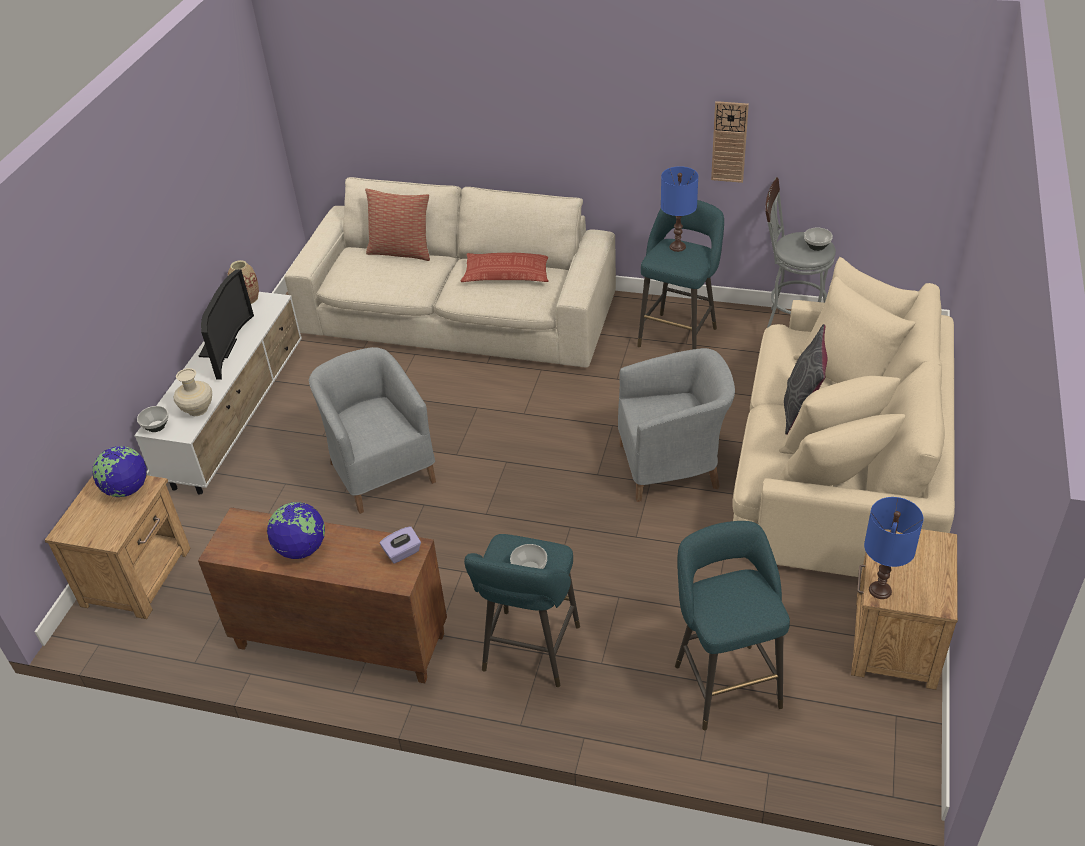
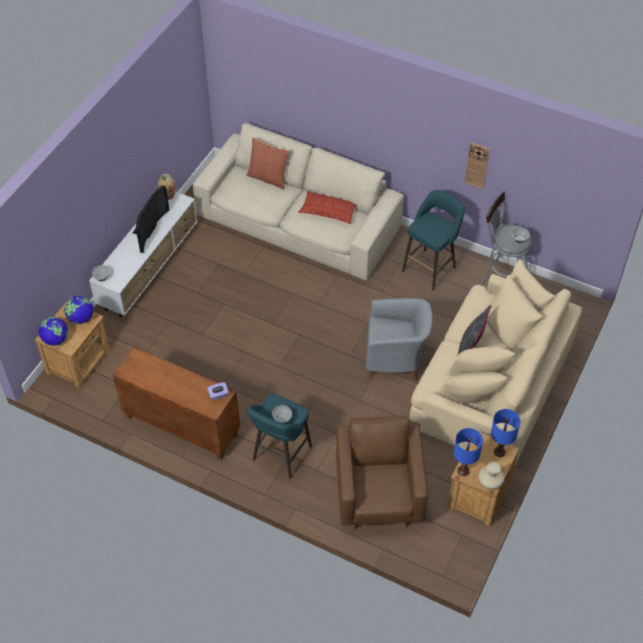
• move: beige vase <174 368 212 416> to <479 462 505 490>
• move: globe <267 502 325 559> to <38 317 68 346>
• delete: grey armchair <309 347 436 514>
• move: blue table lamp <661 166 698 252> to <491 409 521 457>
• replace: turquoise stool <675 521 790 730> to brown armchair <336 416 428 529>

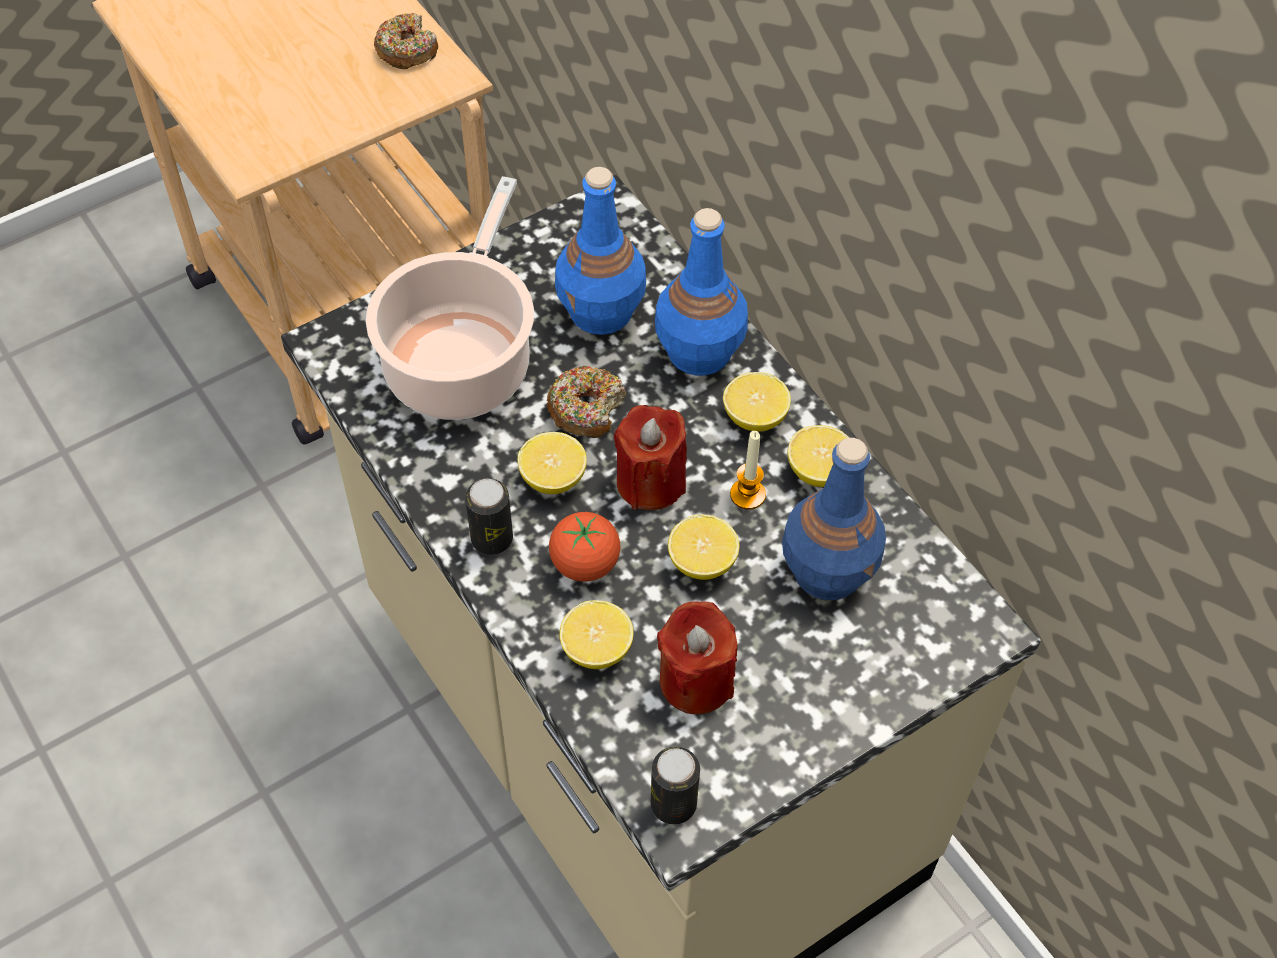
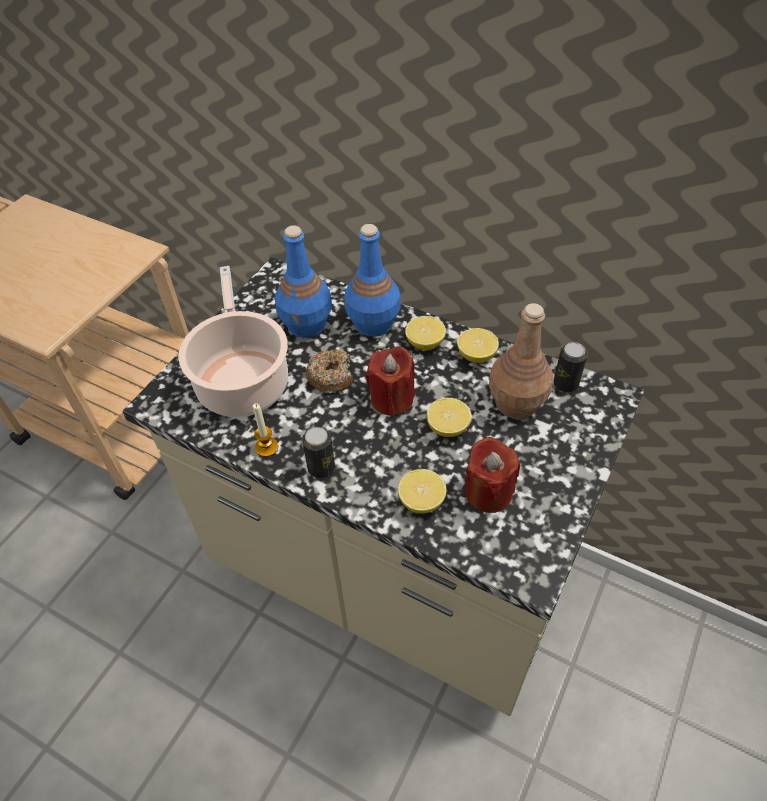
• delete: donut <374 13 438 69>
• delete: lemon <517 432 587 494>
• delete: tomato <549 512 620 582>
• move: can <650 747 700 825> to <553 342 588 392>
• move: candle <730 431 766 509> to <253 403 278 457>
• recolor: blue bottle <782 438 886 600> to brown bottle <489 303 553 419>

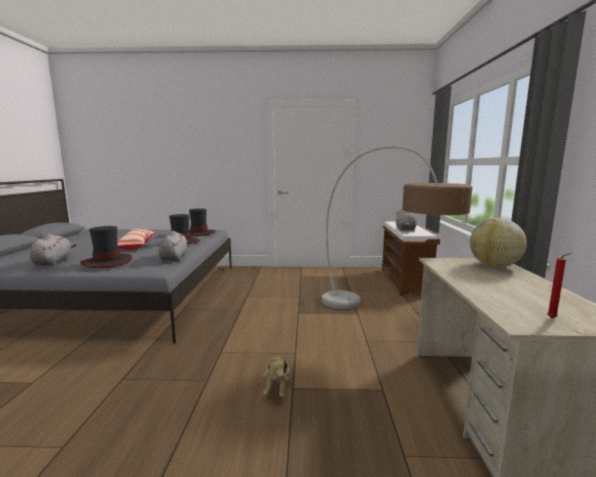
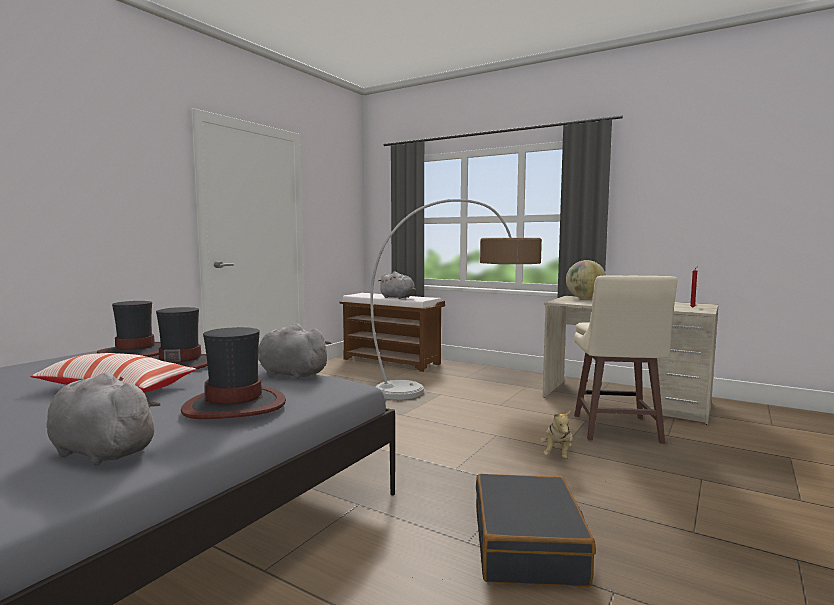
• rotate: plush toy <263 353 290 397> = <541 410 573 459> 75 degrees clockwise
• insert: black suitcase <476 474 596 587>
• insert: beige stool <574 275 678 444>

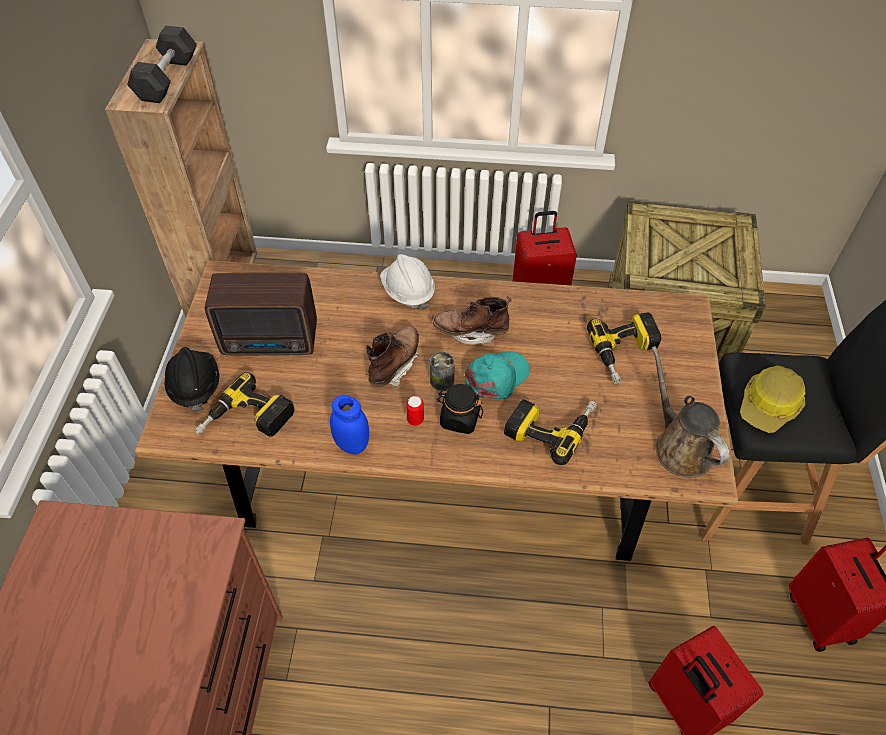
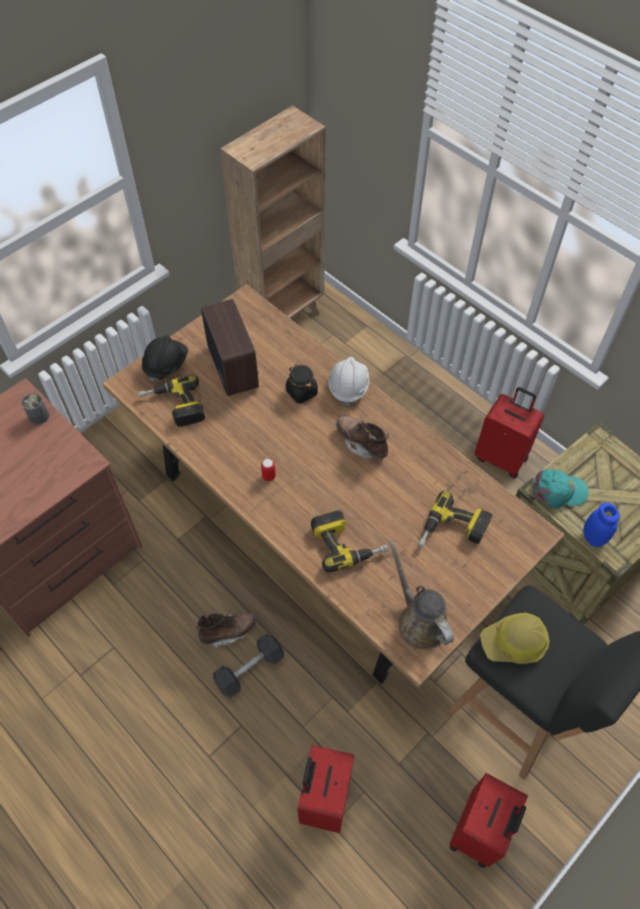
• move: grey dumbbell <127 26 197 103> to <213 634 284 697>
• rotate: radio <205 272 317 355> = <201 299 259 396> 150 degrees counterclockwise
• move: blue jar <330 395 369 455> to <583 502 620 547>
• move: brown boot <366 326 419 387> to <196 612 257 649>
• move: can <430 352 455 391> to <22 393 49 425>
• move: black jar <436 384 483 434> to <286 365 318 404>
• move: turquoise cap <465 351 530 400> to <532 469 589 509>
• rotate: brown watering can <652 346 730 478> = <389 540 454 650> 45 degrees counterclockwise

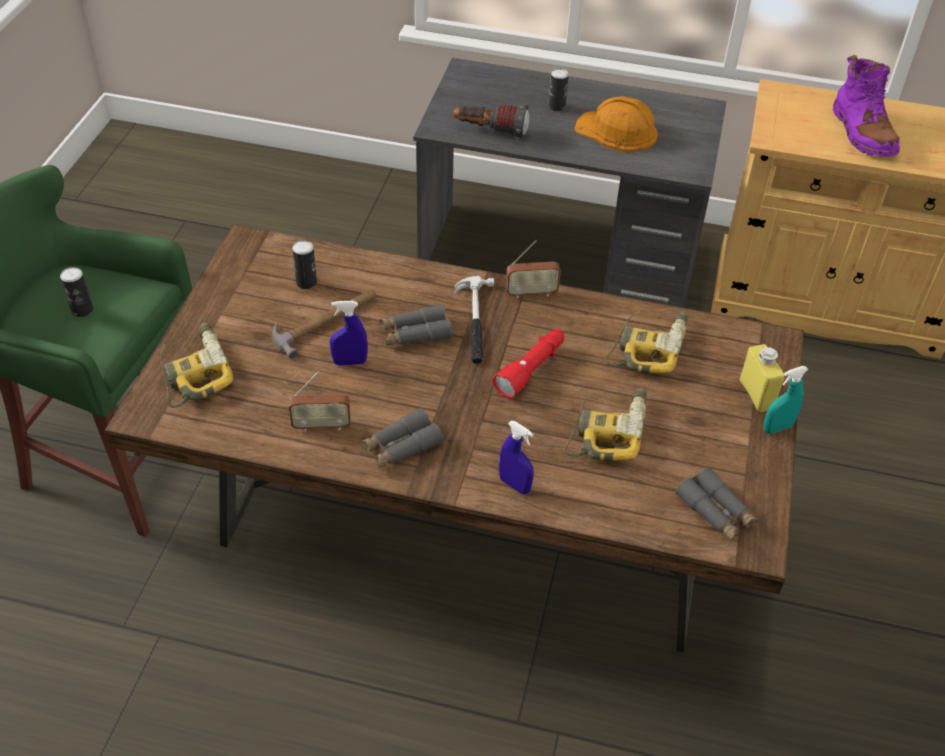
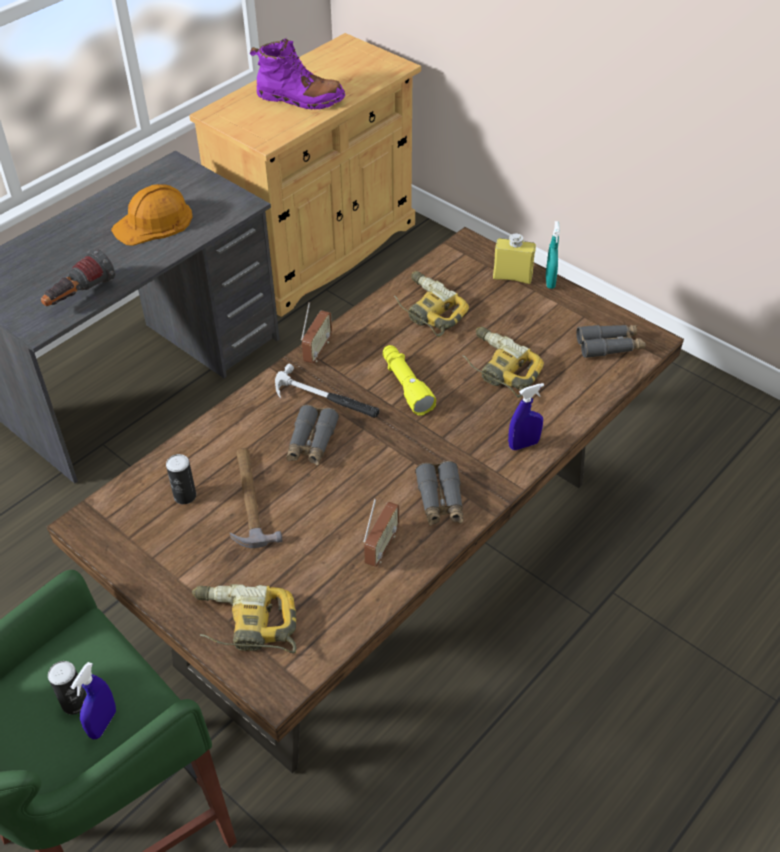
• move: blue spray bottle <330 301 368 366> to <71 662 116 739>
• recolor: red flashlight <493 329 564 399> to yellow flashlight <383 345 436 416>
• delete: can <548 68 569 112>

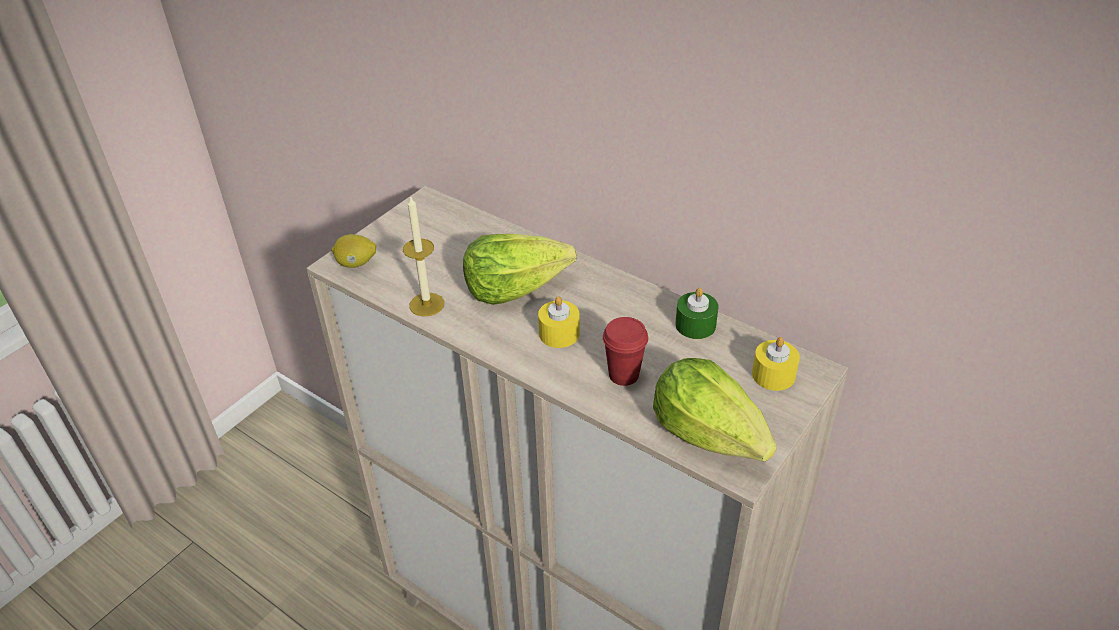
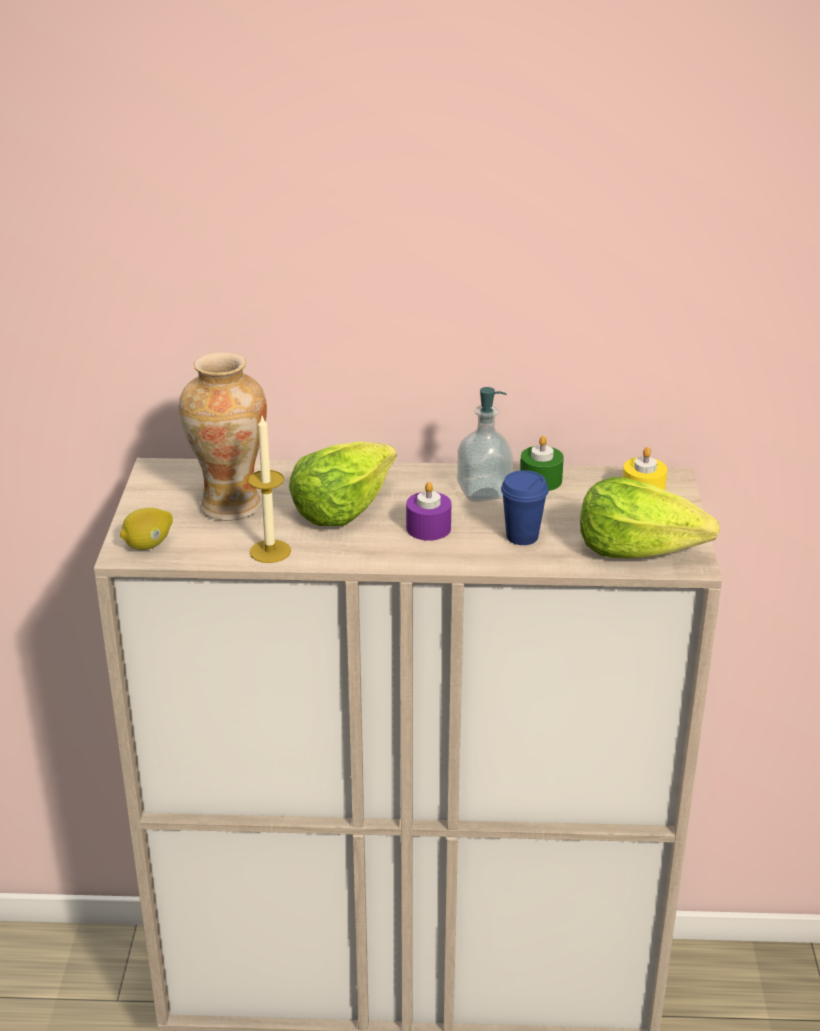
• recolor: yellow candle <538 296 580 348> to purple candle <406 482 451 541>
• recolor: red cup <603 317 648 386> to blue cup <501 470 549 545>
• insert: vase <179 352 267 521>
• insert: soap dispenser <457 387 513 502>

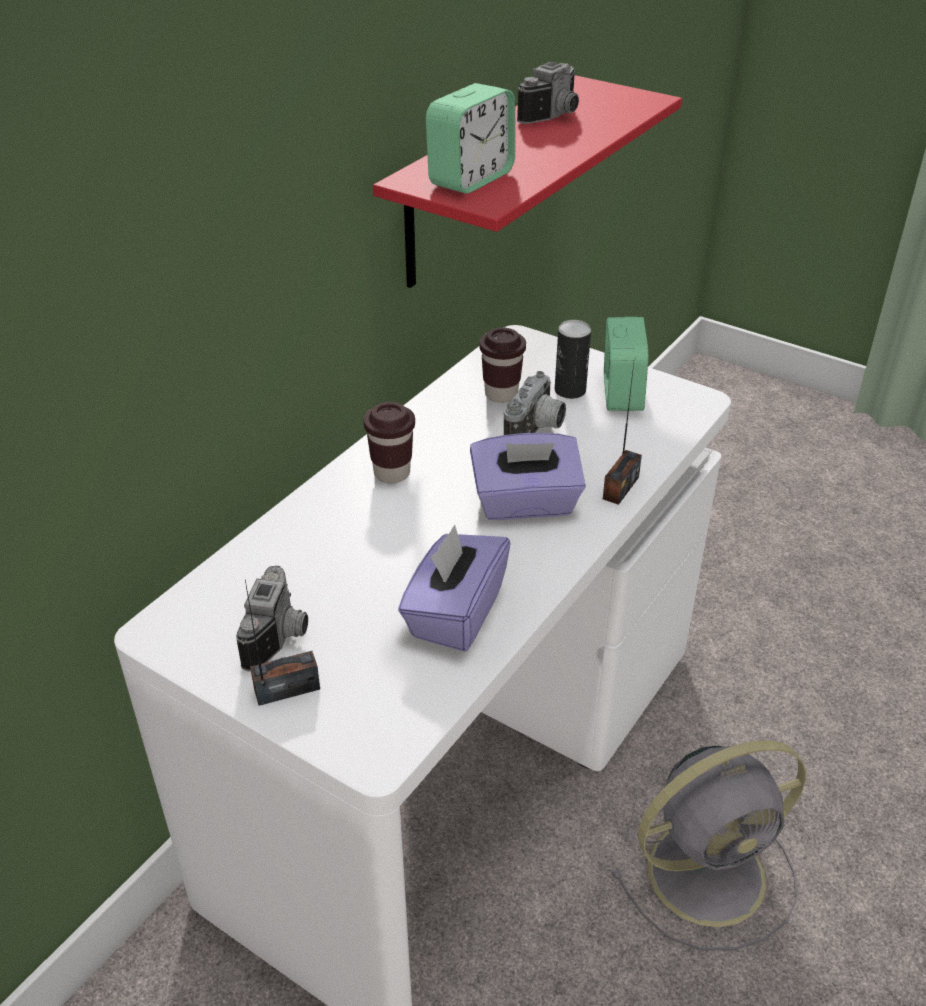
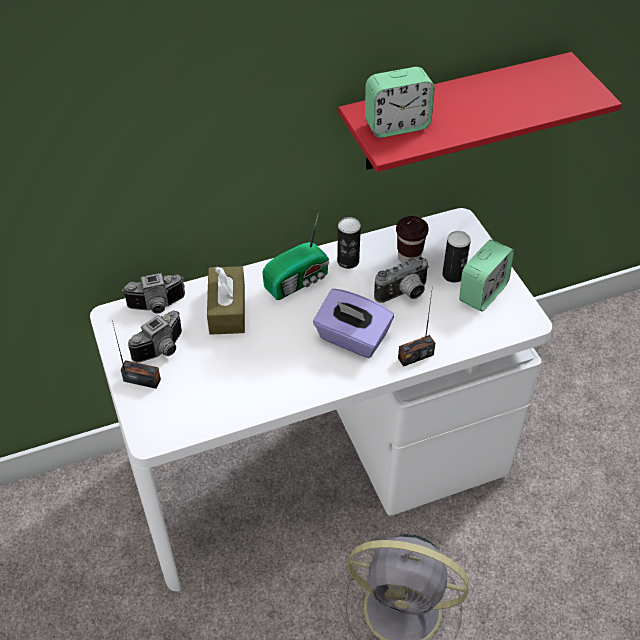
• replace: brown cup <363 402 415 483> to radio <262 215 329 300>
• delete: purple tissue box <398 525 511 652>
• move: photo camera <517 62 579 124> to <122 273 185 313>
• insert: brown tissue box <207 266 245 335>
• insert: can <337 217 361 269>

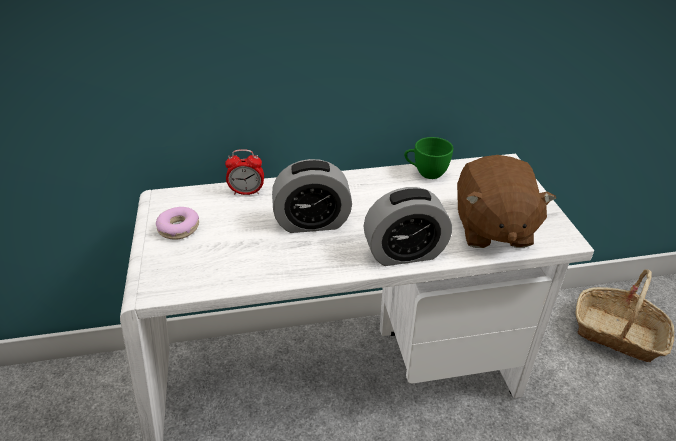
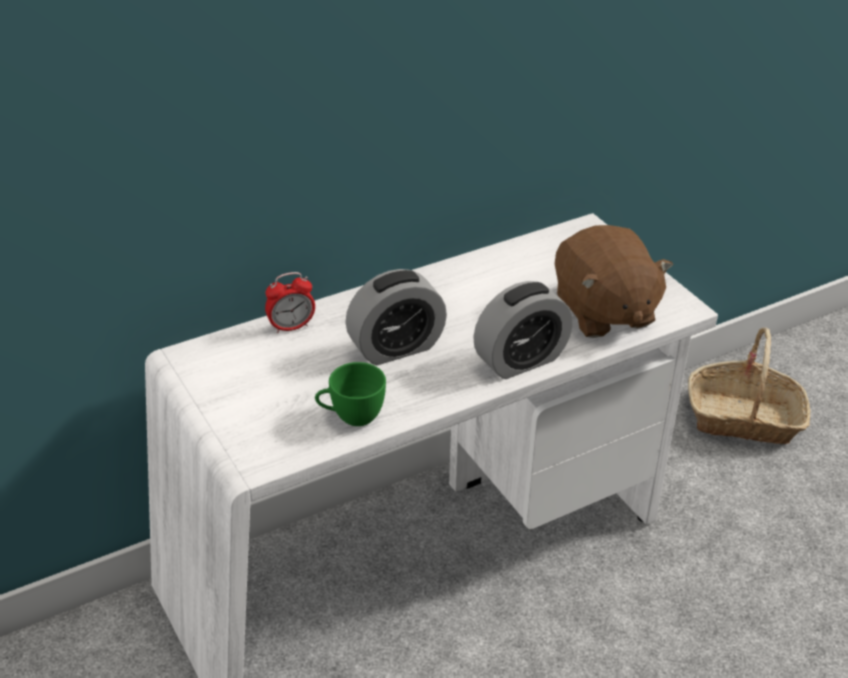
• delete: donut <156 207 199 240>
• move: green cup <404 137 453 179> to <315 362 386 426>

